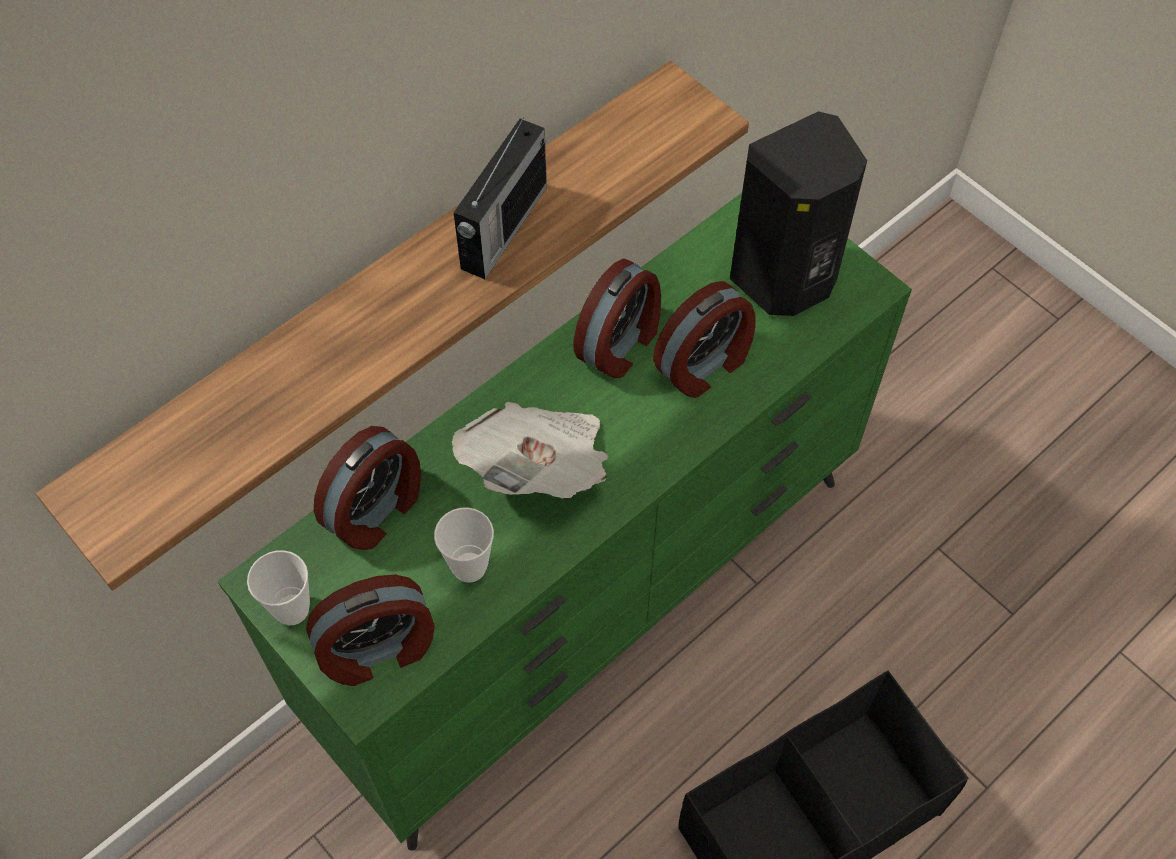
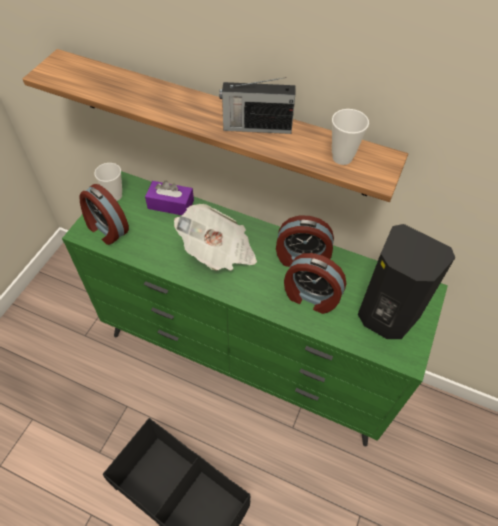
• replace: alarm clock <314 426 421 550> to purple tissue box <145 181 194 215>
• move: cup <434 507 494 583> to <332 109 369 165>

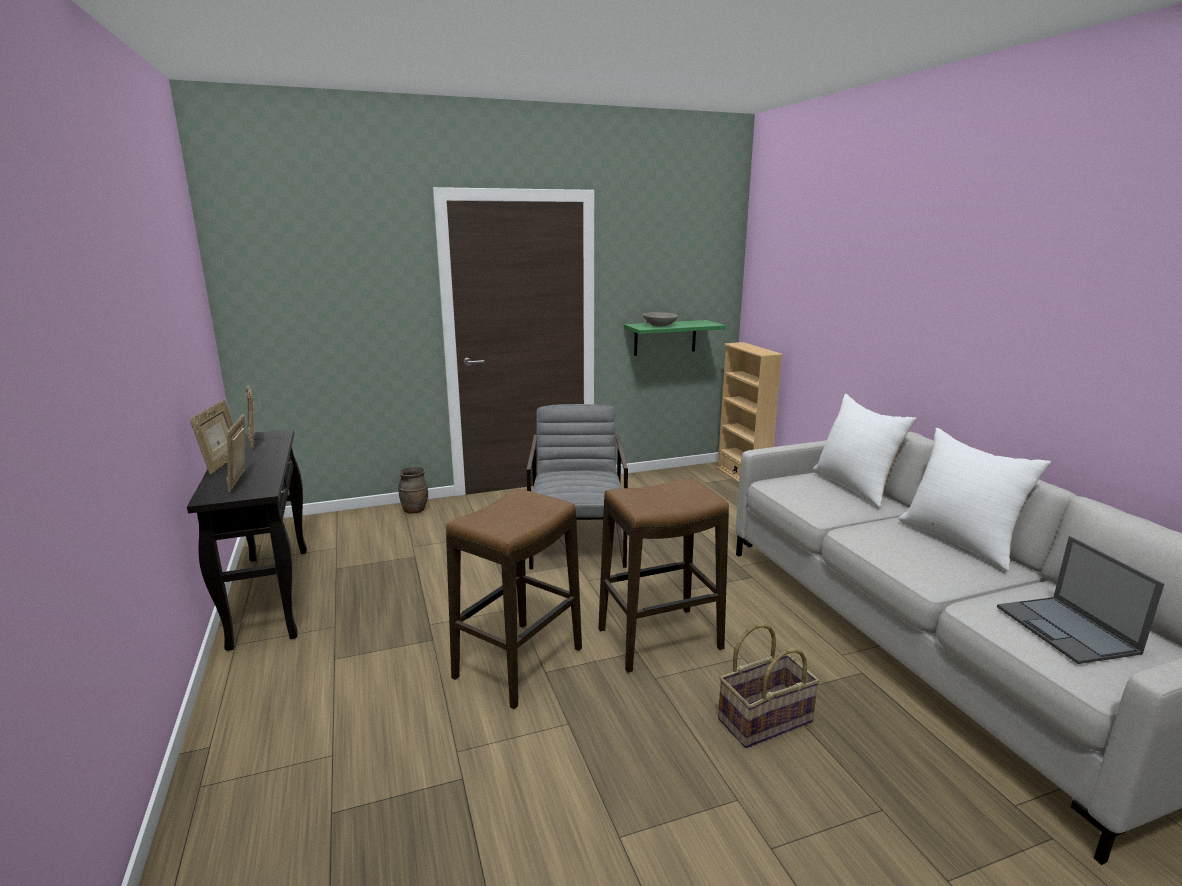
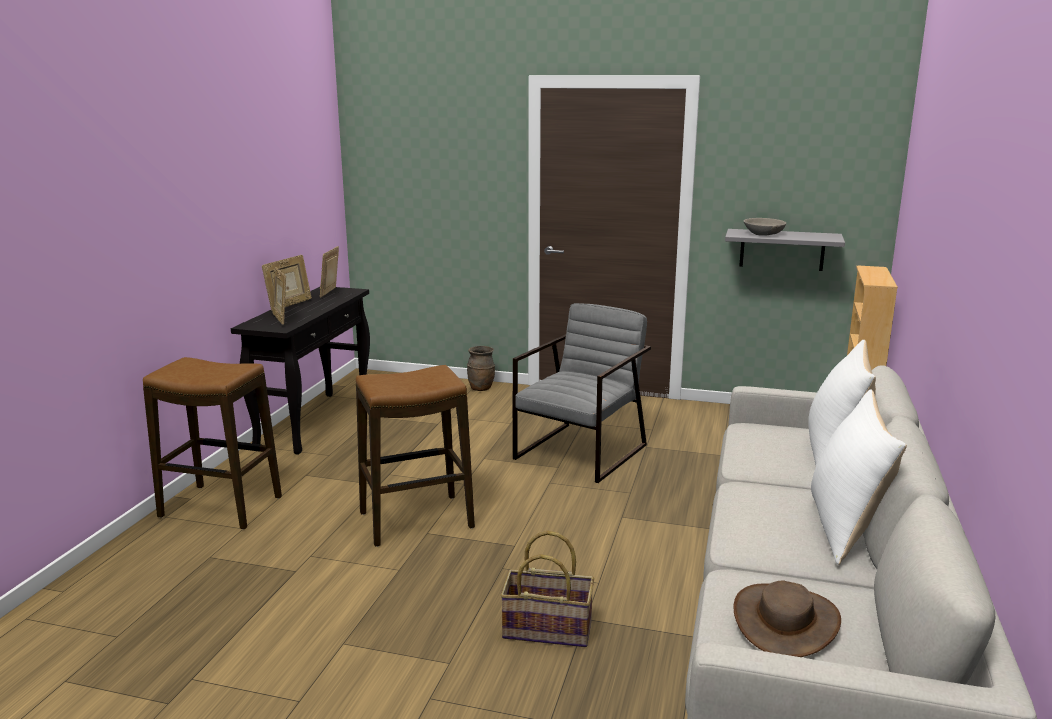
• rotate: picture frame <227 414 245 492> = <272 267 286 325> 45 degrees counterclockwise
• move: stool <598 478 729 673> to <143 357 282 530>
• recolor: green shelf <624 320 726 356> to grey shelf <725 229 845 271>
• replace: laptop <997 536 1164 664> to brown hat <733 580 841 657>

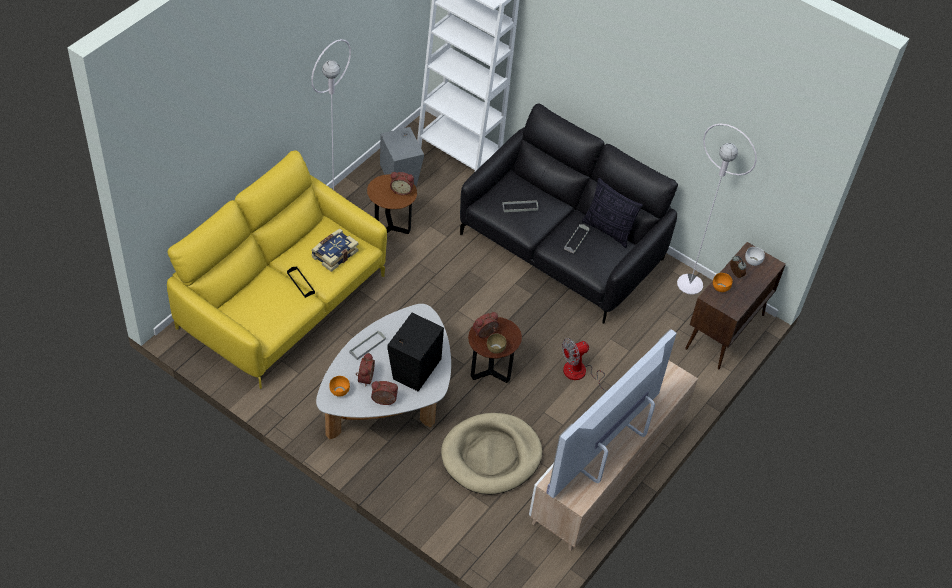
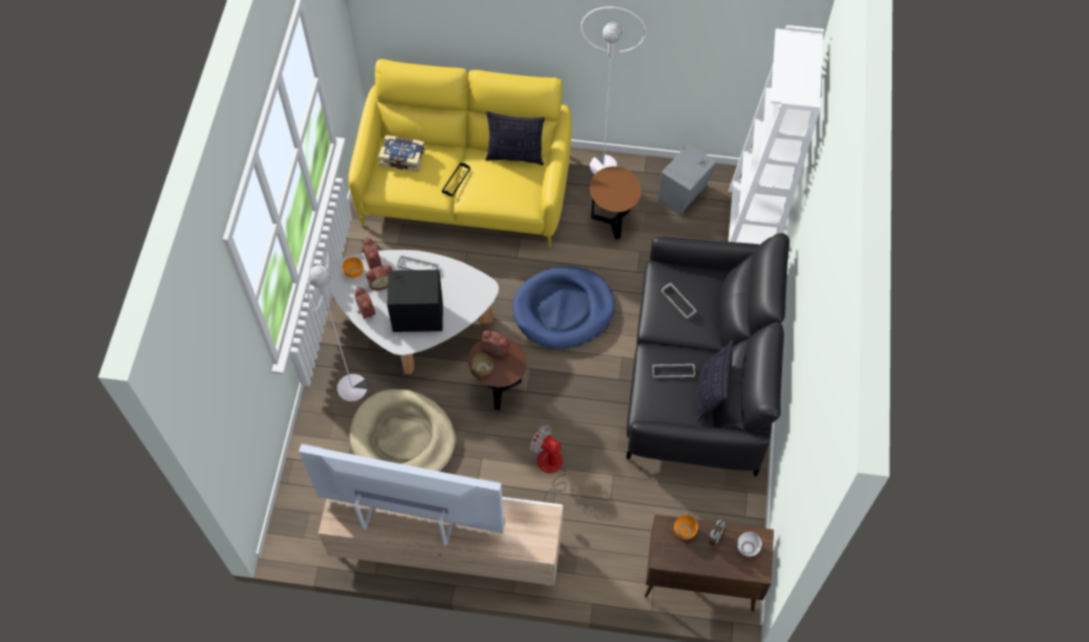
• move: book <311 229 359 272> to <378 135 425 172>
• move: alarm clock <390 172 414 195> to <362 238 382 269>
• move: white floor lamp <677 124 757 295> to <307 238 367 401>
• insert: pillow <486 111 545 166>
• insert: blue dog bed <513 266 615 349>

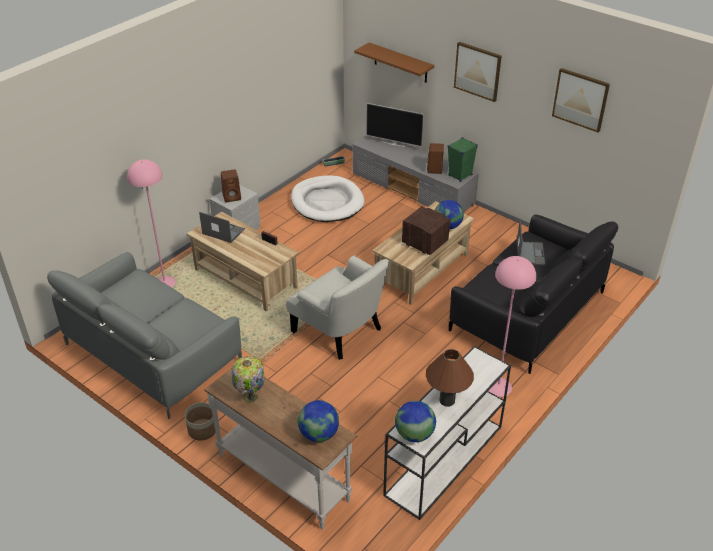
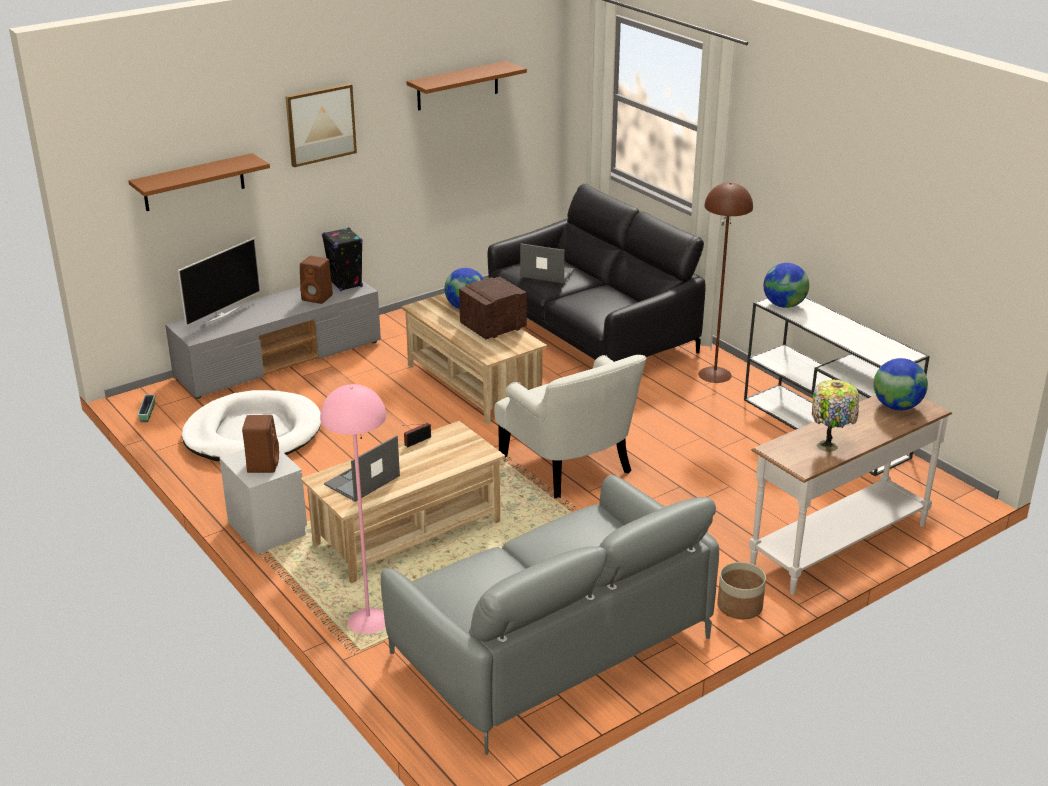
• rotate: white armchair <286 255 389 360> = <494 355 647 498> 90 degrees clockwise
• move: globe <395 401 436 442> to <764 263 809 308>
• delete: brown table lamp <426 349 474 407>
• recolor: green speaker <448 137 478 182> to black speaker <322 227 363 291>
• recolor: pink floor lamp <489 256 536 397> to brown floor lamp <698 182 753 383>
• replace: picture <552 68 610 133> to brown shelf <406 61 527 111>

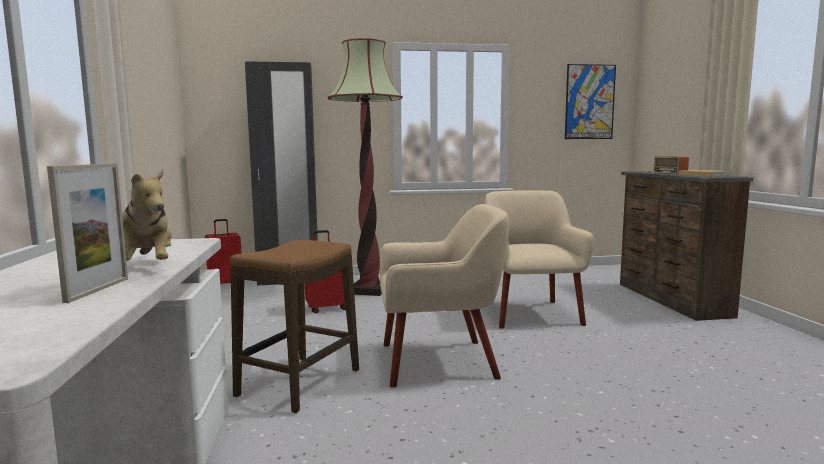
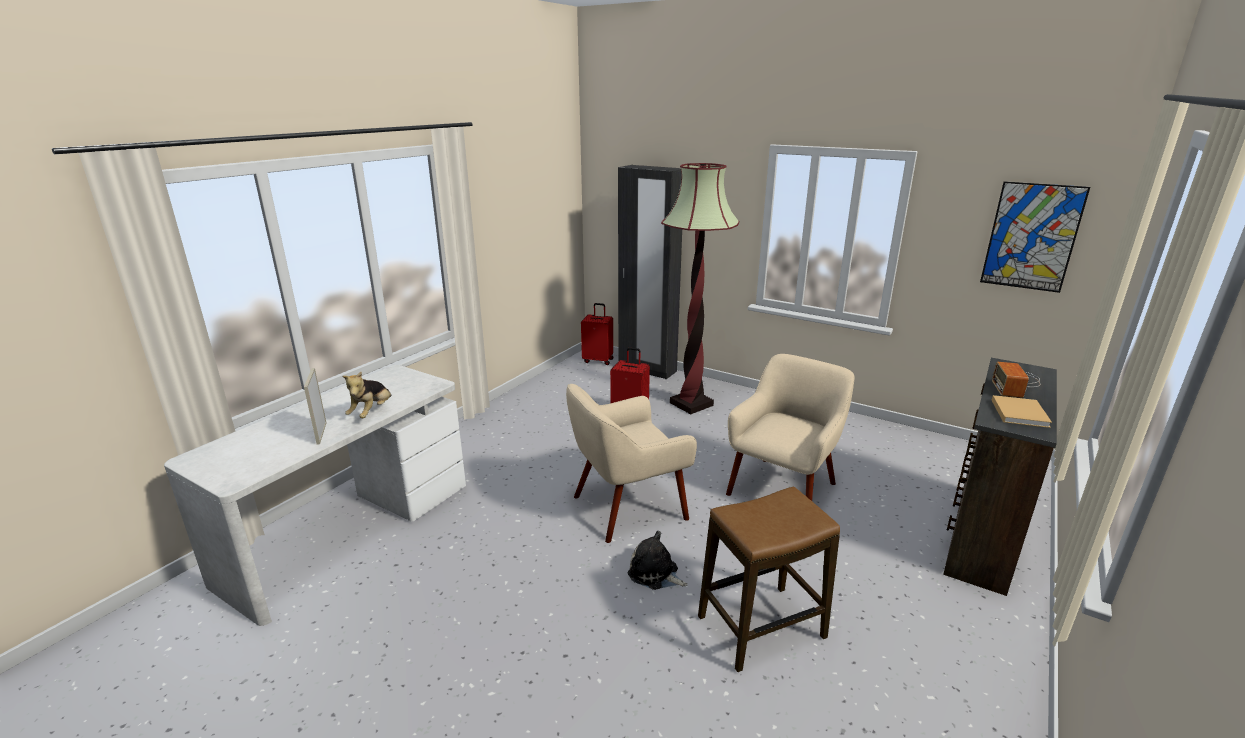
• rotate: picture frame <47 163 128 303> = <304 368 327 445> 120 degrees clockwise
• move: stool <230 240 359 413> to <698 487 840 672>
• rotate: beige armchair <380 204 509 388> = <566 384 697 543> 120 degrees clockwise
• insert: plush toy <628 531 688 590>

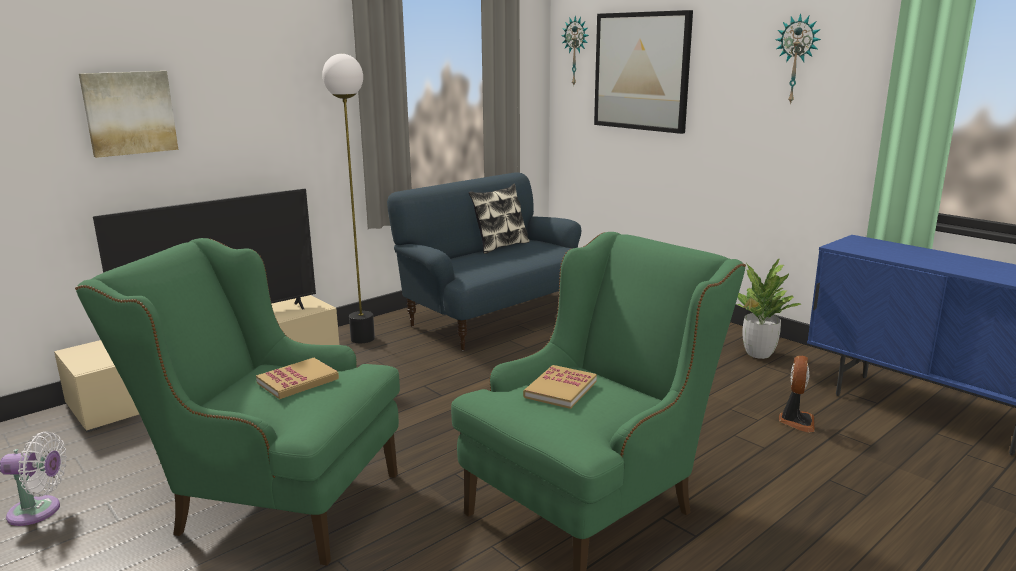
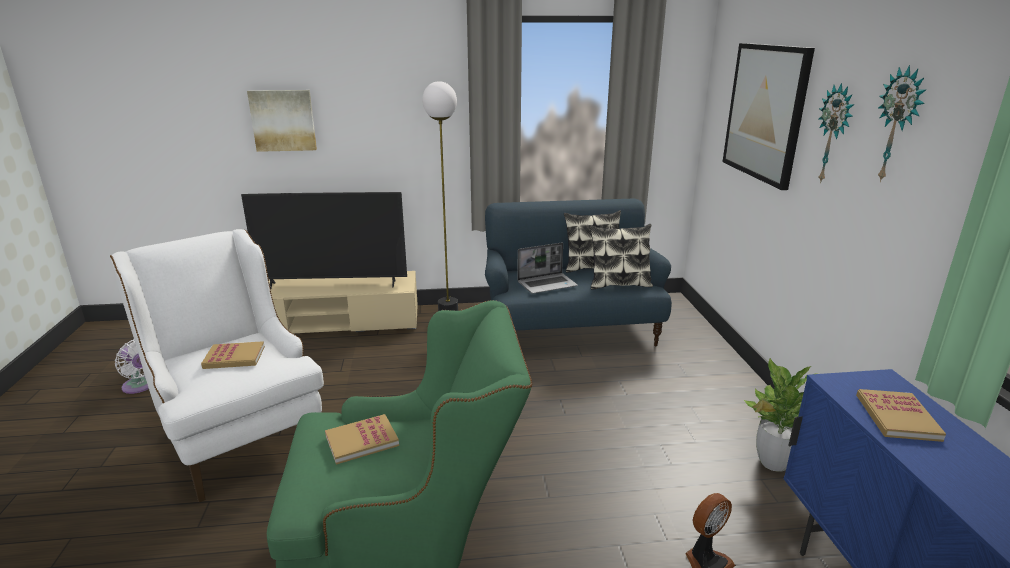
• recolor: green armchair <75 238 400 566> to white armchair <110 229 324 502>
• move: wall clock <561 16 589 85> to <819 83 854 183>
• insert: laptop <517 243 578 294>
• insert: pillow <590 224 653 289>
• insert: book <856 389 946 442>

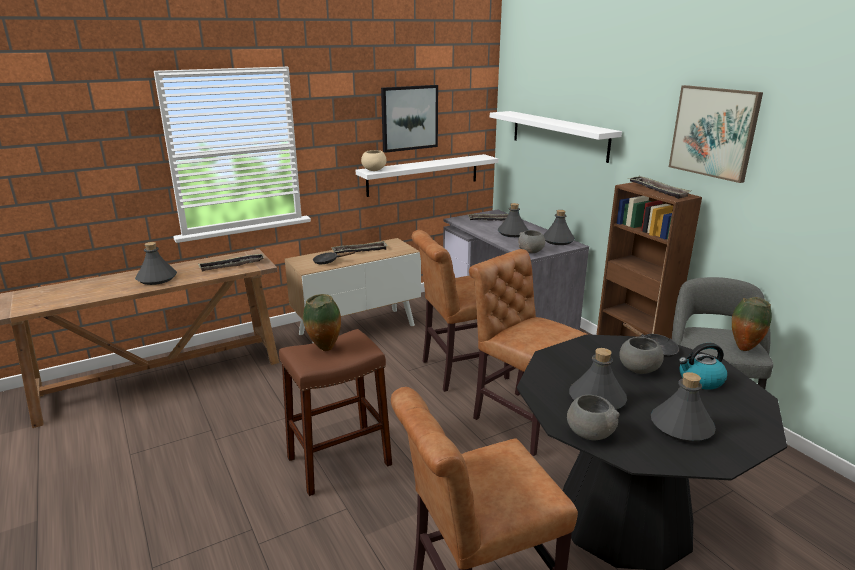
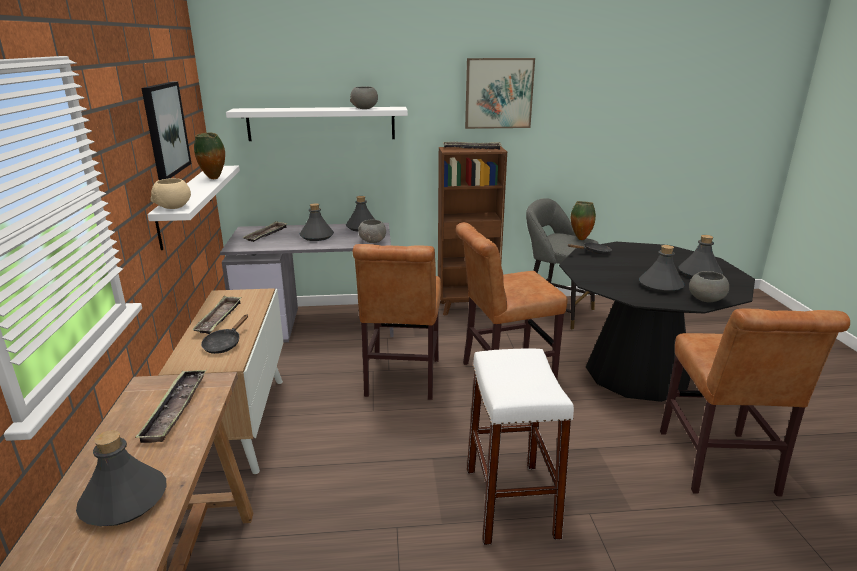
• recolor: brown stool <279 329 392 496> to white stool <467 349 574 545>
• move: vase <303 294 341 351> to <194 132 225 179>
• move: grey bowl <620 337 664 374> to <350 87 378 109>
• delete: kettle <679 343 727 389>

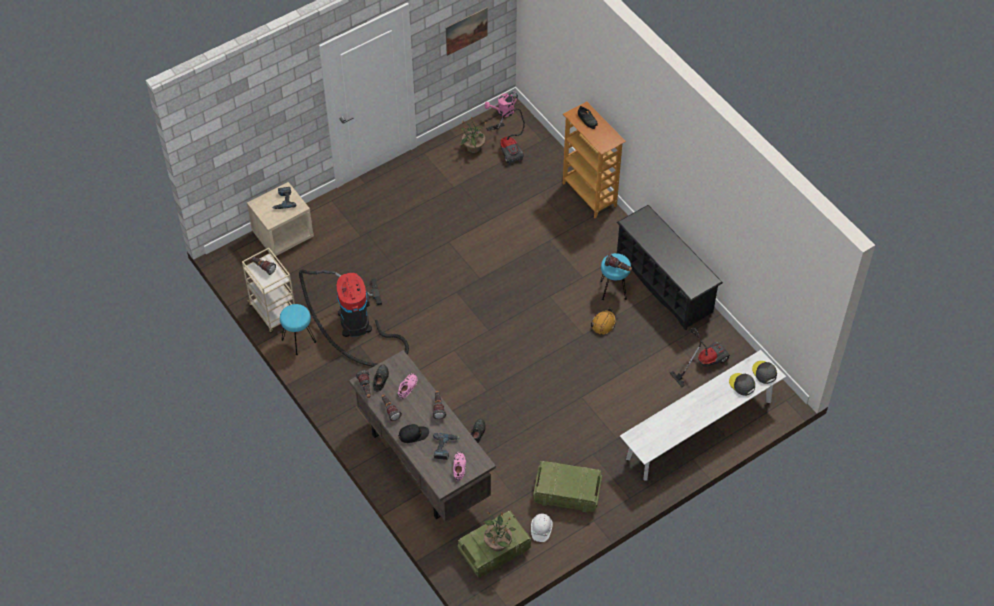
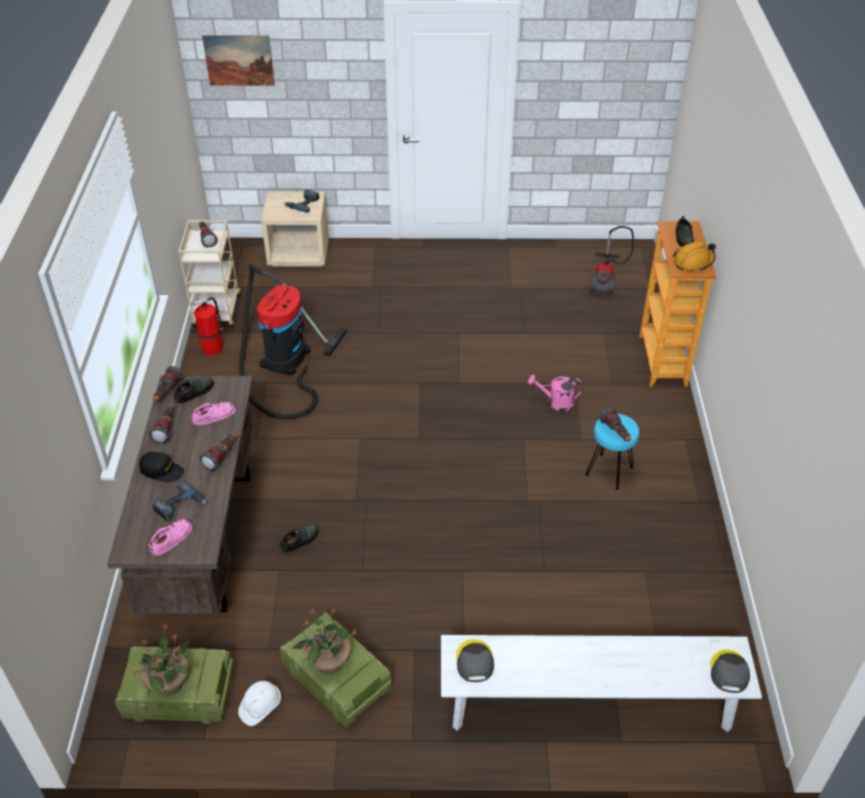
• replace: turquoise stool <280 304 316 355> to fire extinguisher <193 297 225 355>
• move: picture <446 7 488 56> to <202 35 275 86>
• move: potted plant <461 116 487 153> to <291 607 357 675>
• move: pink watering can <485 92 518 117> to <528 375 583 412>
• move: orange hard hat <591 307 616 335> to <673 242 716 271>
• delete: black shoe rack <617 205 723 330>
• delete: vacuum cleaner <670 328 730 387>
• move: grey cap <729 373 755 396> to <456 639 494 682>

